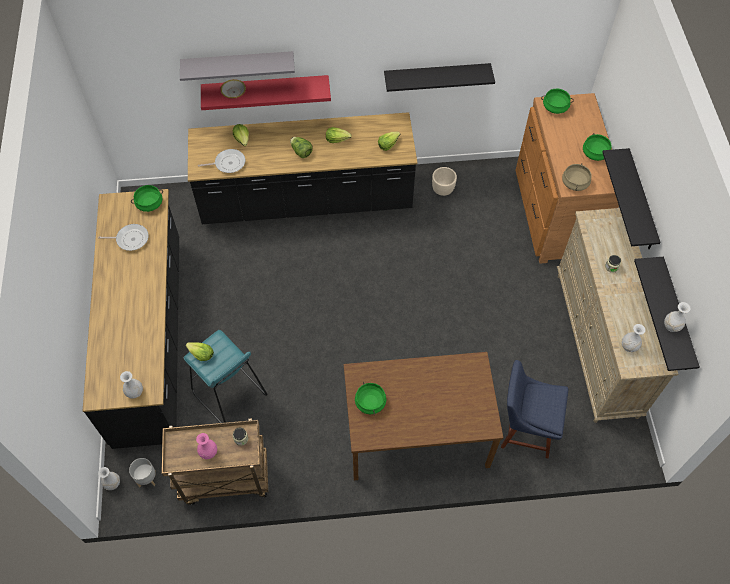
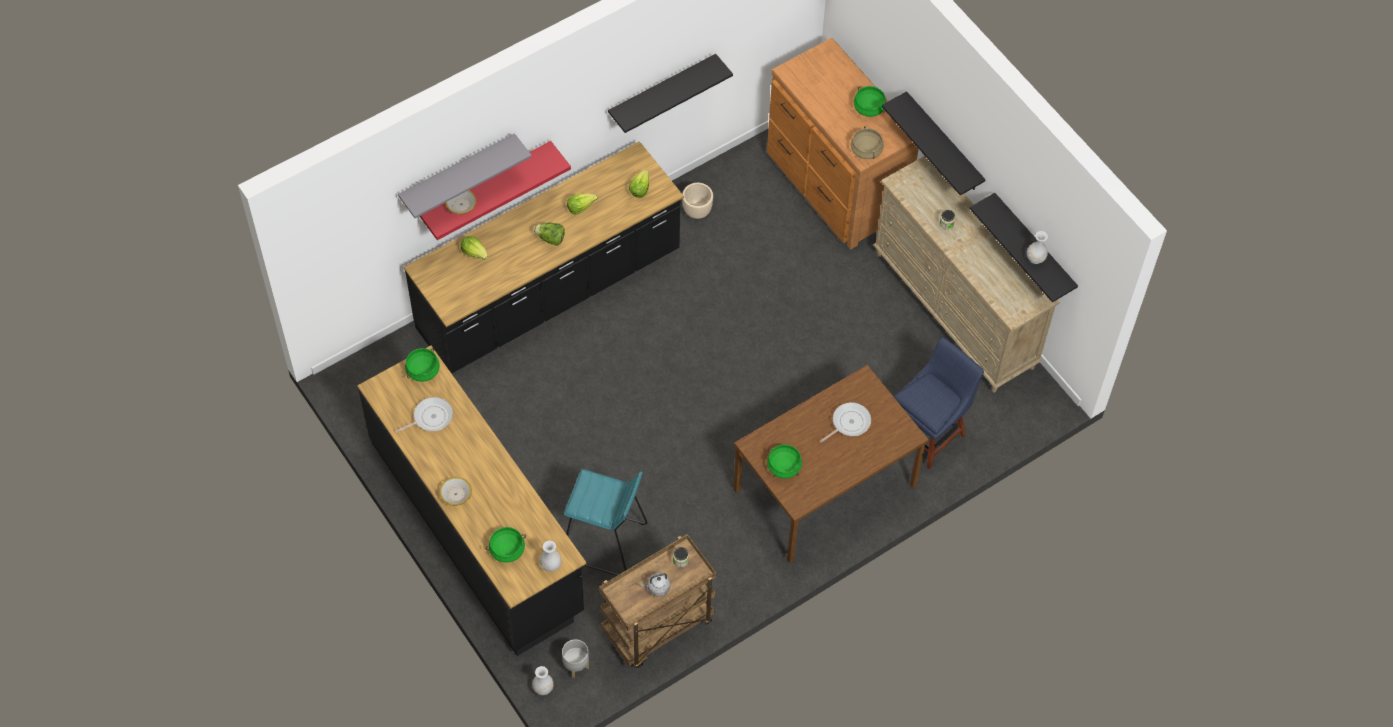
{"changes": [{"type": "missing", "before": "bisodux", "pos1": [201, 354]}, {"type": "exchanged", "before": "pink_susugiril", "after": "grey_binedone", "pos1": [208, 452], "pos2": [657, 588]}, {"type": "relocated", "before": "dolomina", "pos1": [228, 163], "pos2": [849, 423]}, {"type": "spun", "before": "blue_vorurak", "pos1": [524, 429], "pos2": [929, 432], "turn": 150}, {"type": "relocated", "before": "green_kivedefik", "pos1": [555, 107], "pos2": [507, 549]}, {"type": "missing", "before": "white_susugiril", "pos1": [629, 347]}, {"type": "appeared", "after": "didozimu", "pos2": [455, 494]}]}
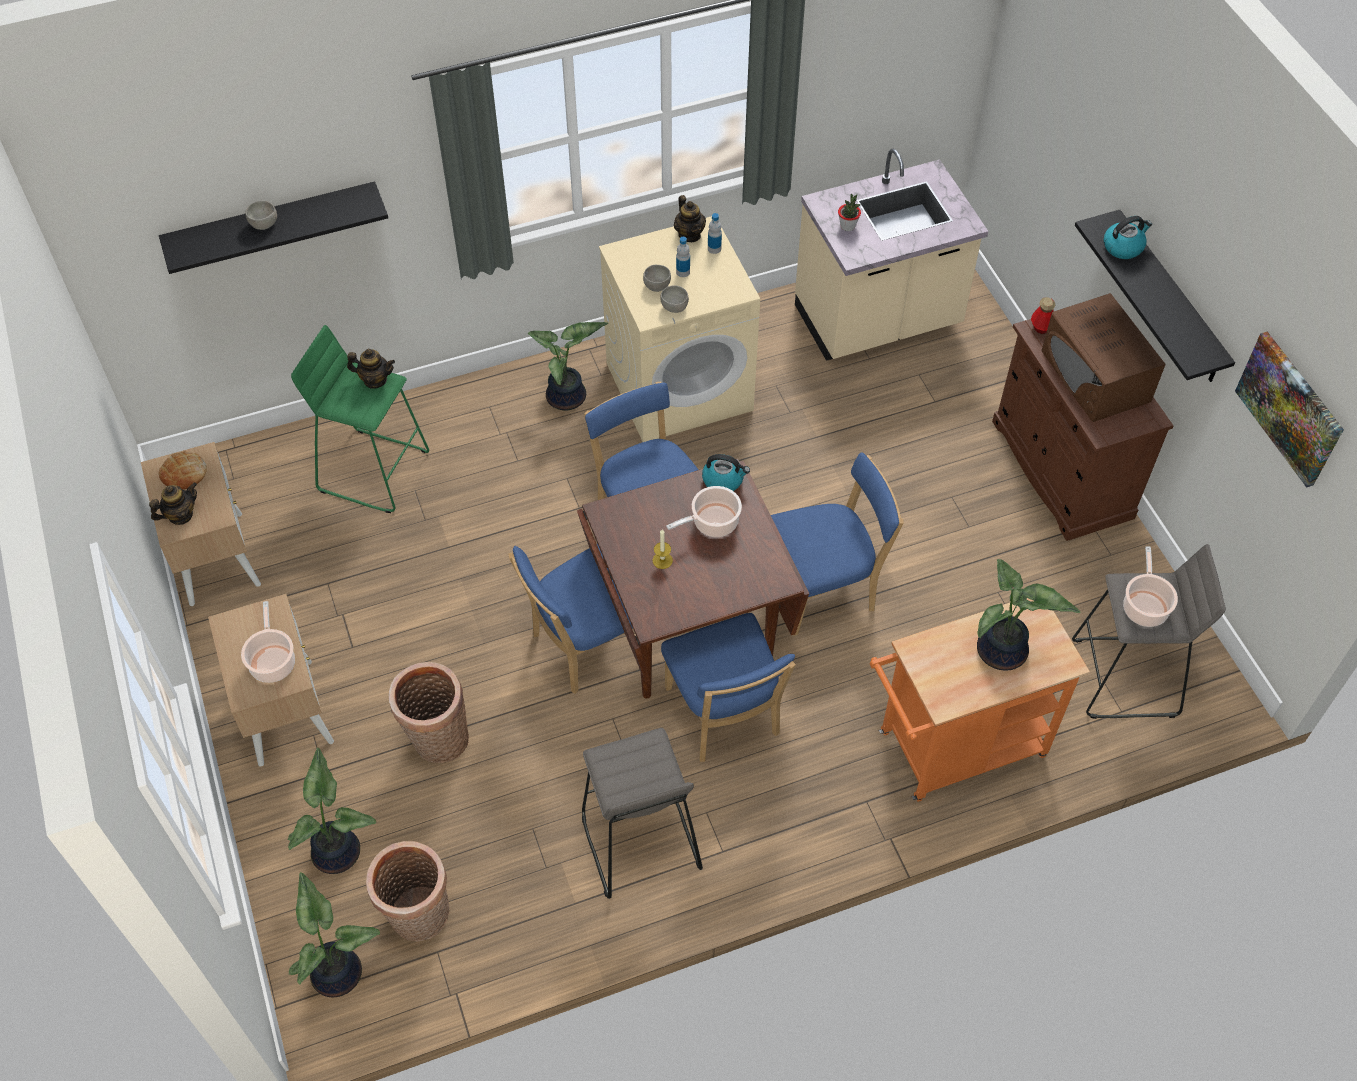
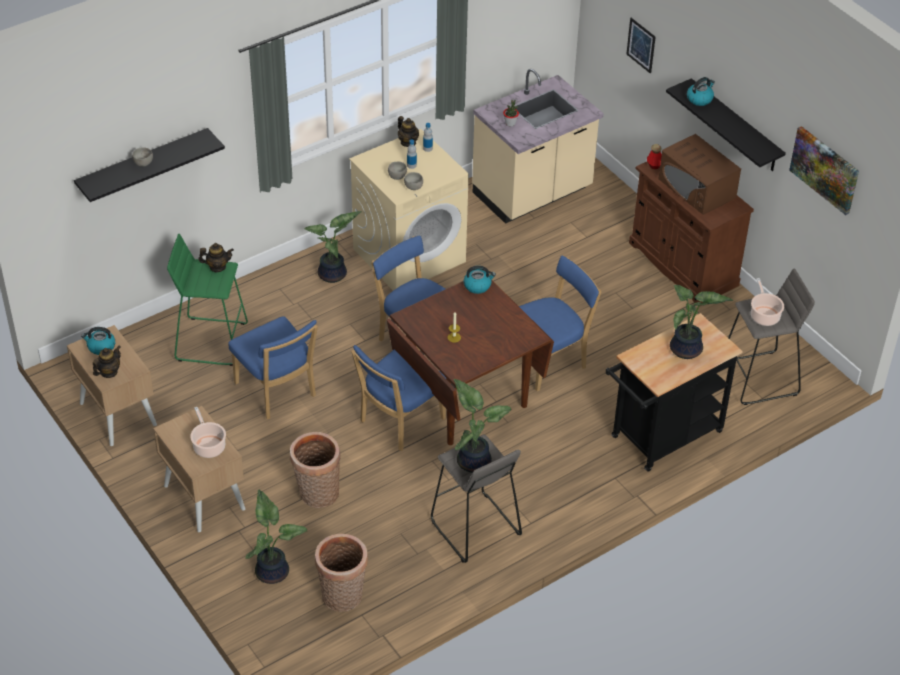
{"changes": [{"type": "exchanged", "before": "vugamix", "after": "binedone", "pos1": [184, 473], "pos2": [101, 347]}, {"type": "relocated", "before": "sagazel", "pos1": [339, 971], "pos2": [474, 460]}, {"type": "relocated", "before": "blue_vorurak", "pos1": [724, 716], "pos2": [277, 392]}, {"type": "missing", "before": "kivedefik", "pos1": [712, 523]}, {"type": "colour", "before": "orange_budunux", "after": "black_budunux", "pos1": [952, 749], "pos2": [661, 438]}, {"type": "appeared", "after": "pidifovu", "pos2": [641, 45]}]}
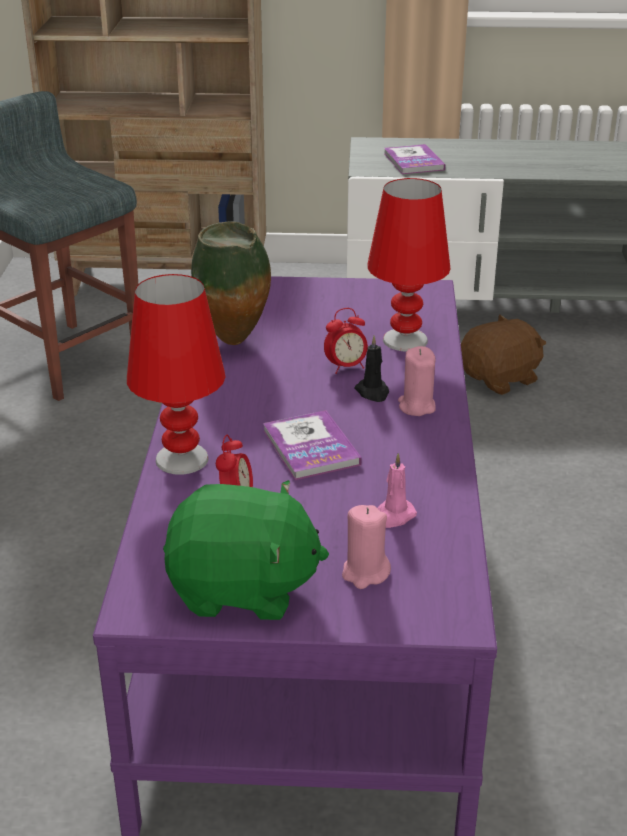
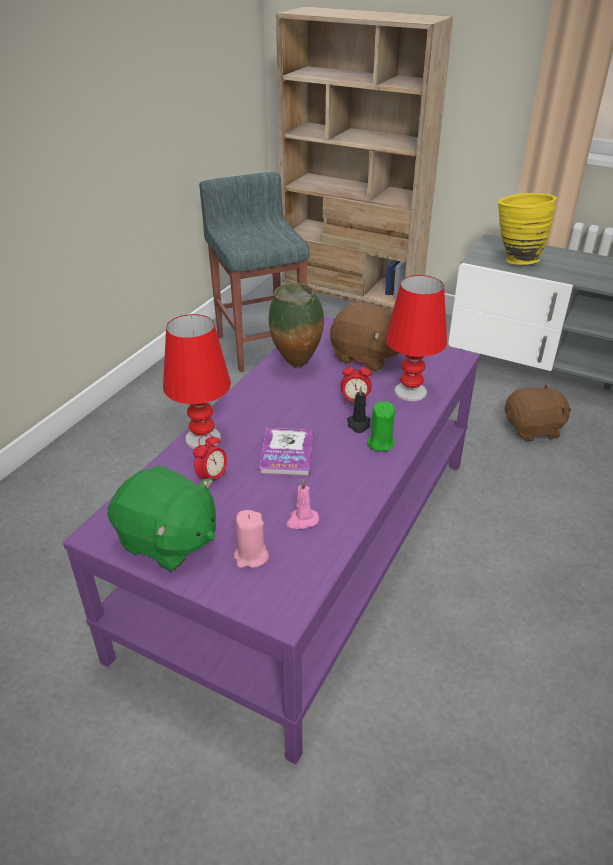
{"changes": [{"type": "exchanged", "before": "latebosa", "after": "yellow_susugiril", "pos1": [413, 161], "pos2": [515, 259]}, {"type": "colour", "before": "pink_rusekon", "after": "green_rusekon", "pos1": [416, 406], "pos2": [380, 443]}, {"type": "appeared", "after": "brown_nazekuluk", "pos2": [367, 357]}]}
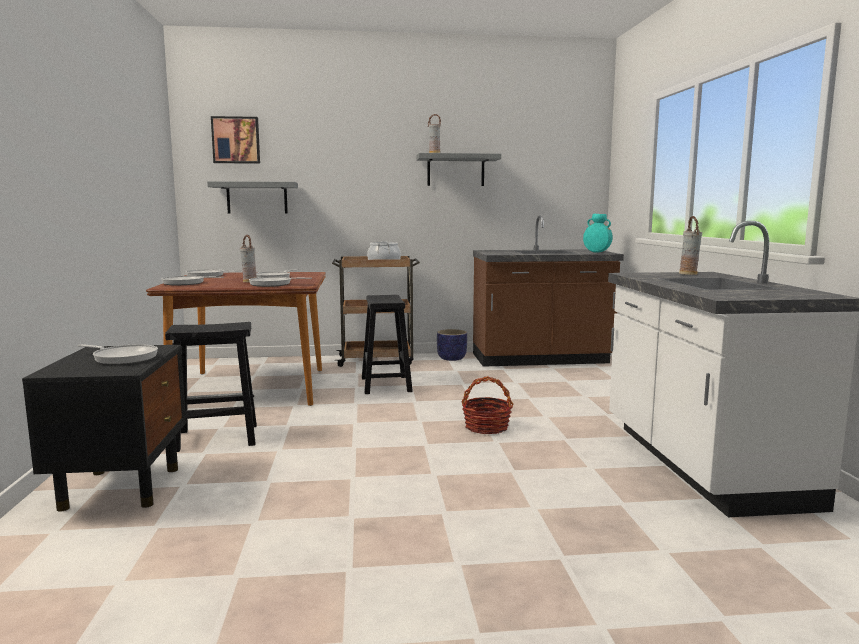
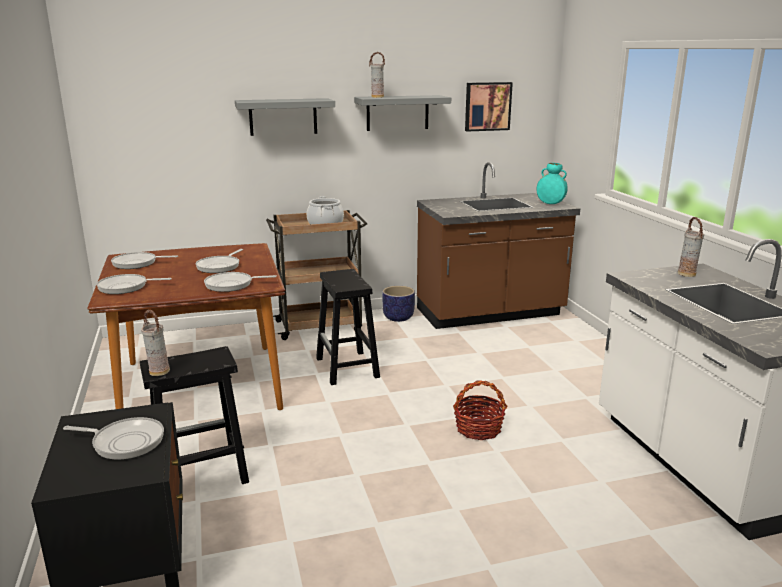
{"changes": [{"type": "relocated", "before": "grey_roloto", "pos1": [257, 198], "pos2": [283, 117]}, {"type": "relocated", "before": "pidifovu", "pos1": [236, 140], "pos2": [487, 106]}, {"type": "relocated", "before": "susugiril", "pos1": [249, 281], "pos2": [158, 372]}]}
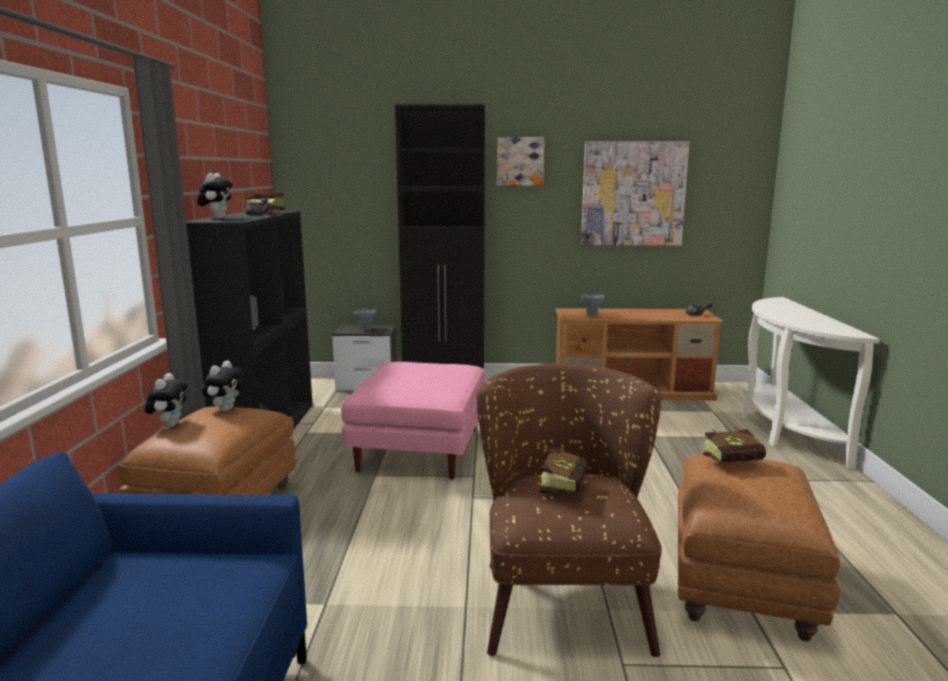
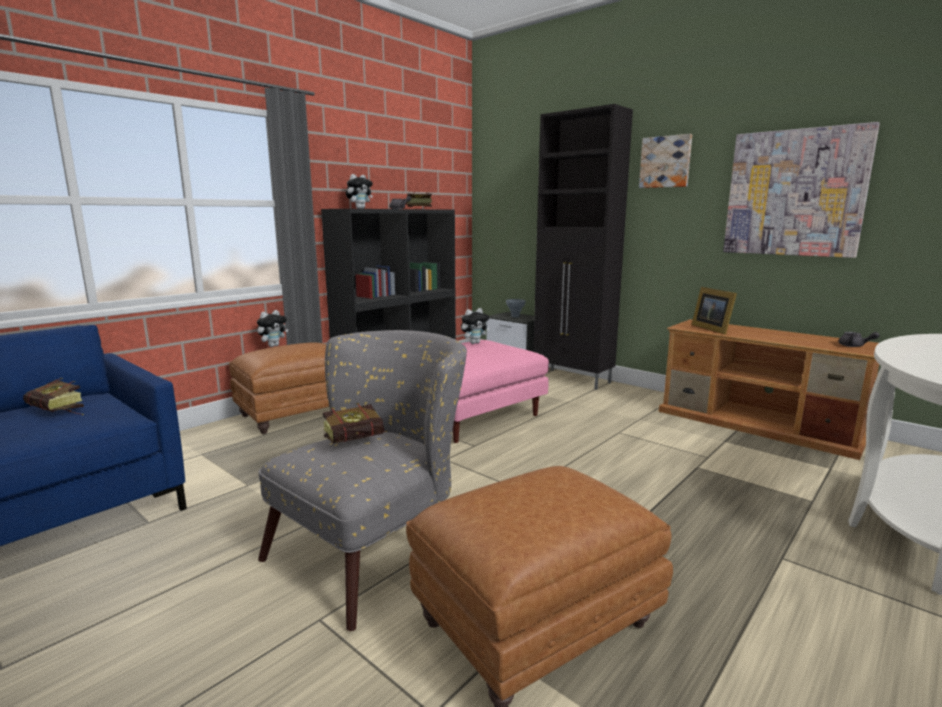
{"changes": [{"type": "relocated", "before": "nazekuluk", "pos1": [225, 409], "pos2": [474, 343]}, {"type": "colour", "before": "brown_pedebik", "after": "grey_pedebik", "pos1": [563, 593], "pos2": [378, 549]}, {"type": "exchanged", "before": "grey_susugiril", "after": "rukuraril", "pos1": [591, 315], "pos2": [712, 329]}, {"type": "relocated", "before": "latebosa", "pos1": [737, 463], "pos2": [59, 412]}]}
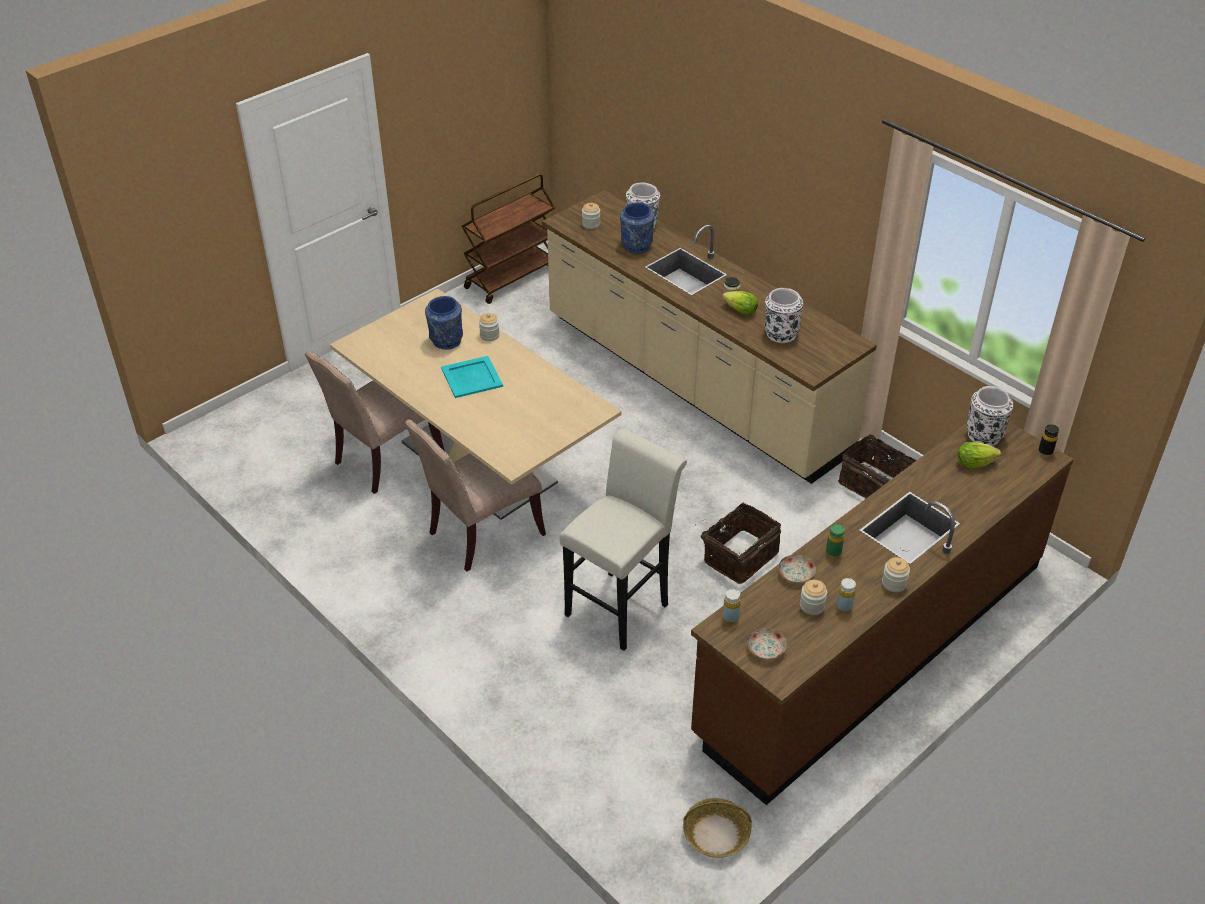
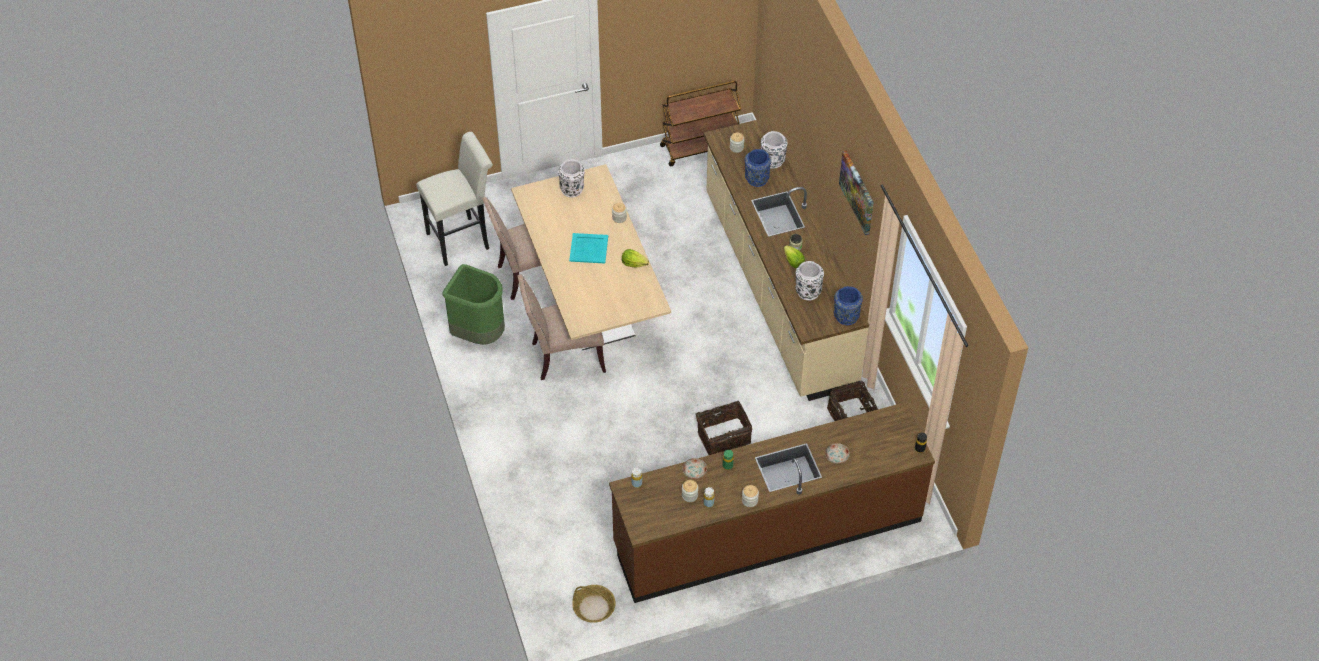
{"changes": [{"type": "relocated", "before": "blue_susugiril", "pos1": [446, 341], "pos2": [846, 317]}, {"type": "relocated", "before": "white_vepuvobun", "pos1": [622, 605], "pos2": [462, 239]}, {"type": "relocated", "before": "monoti", "pos1": [765, 649], "pos2": [836, 456]}, {"type": "relocated", "before": "bisodux", "pos1": [974, 463], "pos2": [634, 263]}, {"type": "relocated", "before": "white_susugiril", "pos1": [983, 435], "pos2": [572, 189]}, {"type": "appeared", "after": "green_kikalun", "pos2": [479, 334]}, {"type": "appeared", "after": "pidifovu", "pos2": [857, 192]}]}
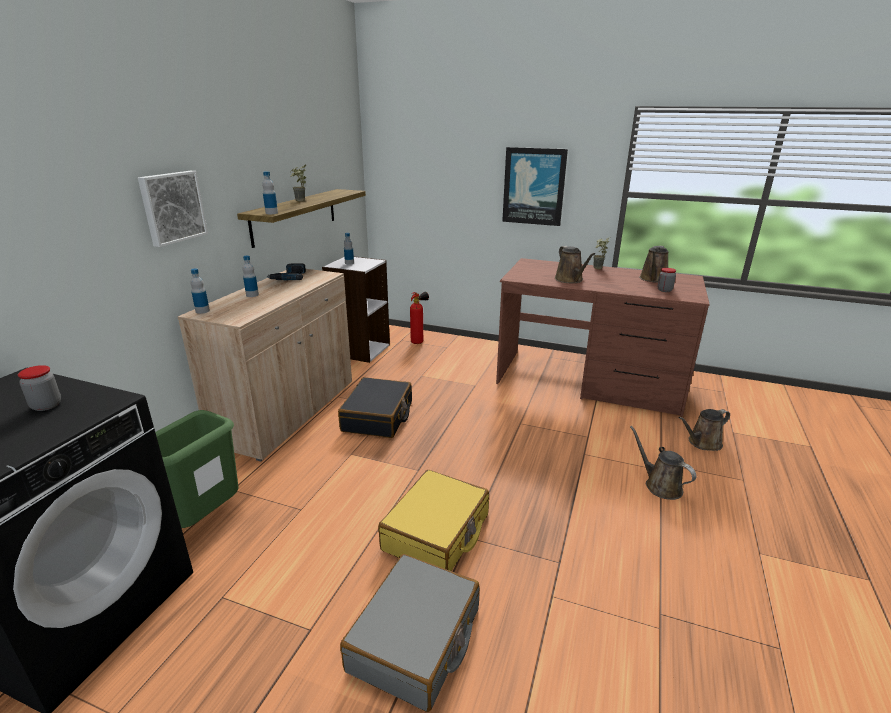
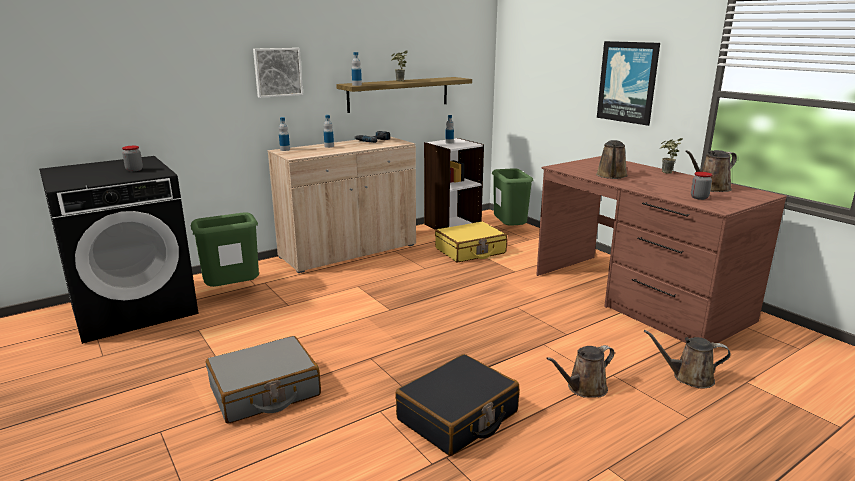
{"changes": [{"type": "relocated", "before": "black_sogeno", "pos1": [378, 417], "pos2": [458, 416]}, {"type": "relocated", "before": "yellow_sogeno", "pos1": [437, 533], "pos2": [470, 251]}, {"type": "exchanged", "before": "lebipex", "after": "green_kikalun", "pos1": [419, 342], "pos2": [510, 230]}, {"type": "spun", "before": "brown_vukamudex", "pos1": [660, 485], "pos2": [584, 388], "turn": -120}]}
